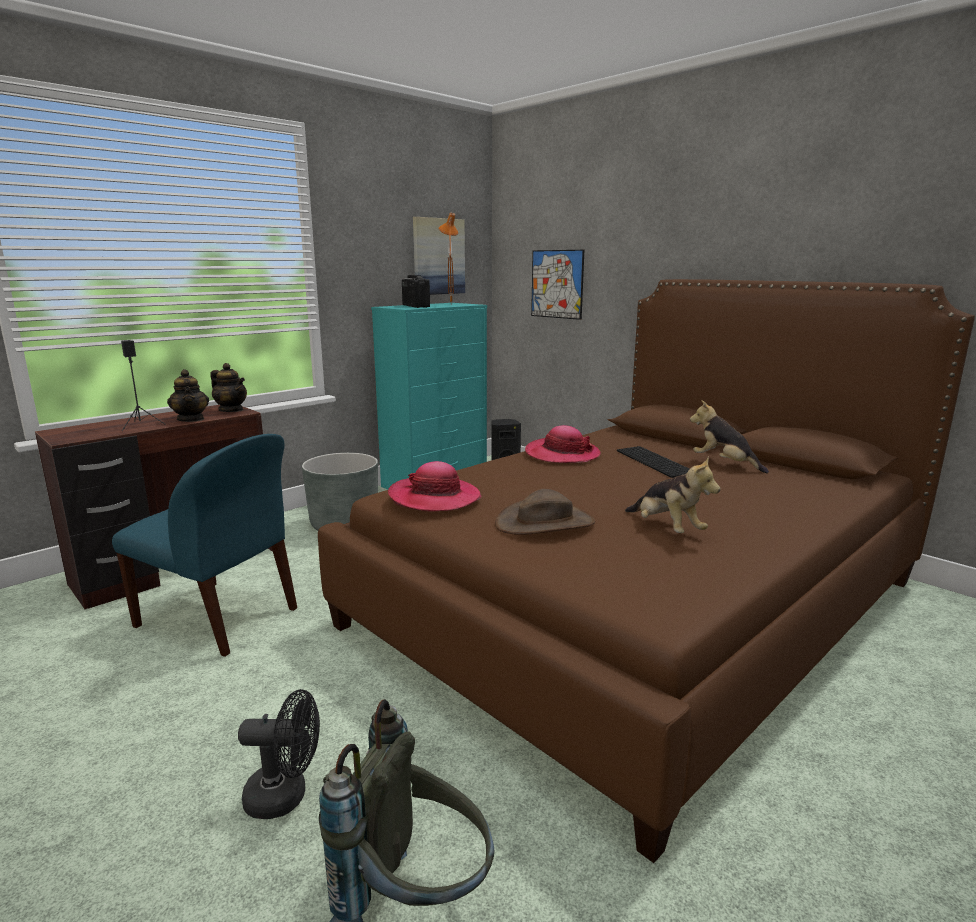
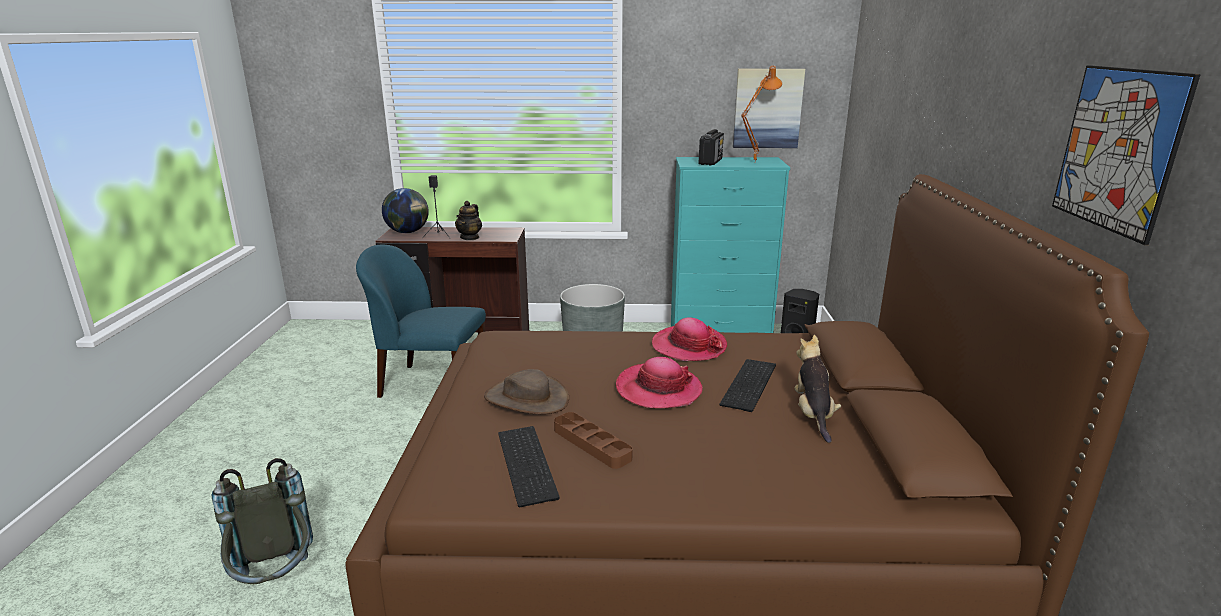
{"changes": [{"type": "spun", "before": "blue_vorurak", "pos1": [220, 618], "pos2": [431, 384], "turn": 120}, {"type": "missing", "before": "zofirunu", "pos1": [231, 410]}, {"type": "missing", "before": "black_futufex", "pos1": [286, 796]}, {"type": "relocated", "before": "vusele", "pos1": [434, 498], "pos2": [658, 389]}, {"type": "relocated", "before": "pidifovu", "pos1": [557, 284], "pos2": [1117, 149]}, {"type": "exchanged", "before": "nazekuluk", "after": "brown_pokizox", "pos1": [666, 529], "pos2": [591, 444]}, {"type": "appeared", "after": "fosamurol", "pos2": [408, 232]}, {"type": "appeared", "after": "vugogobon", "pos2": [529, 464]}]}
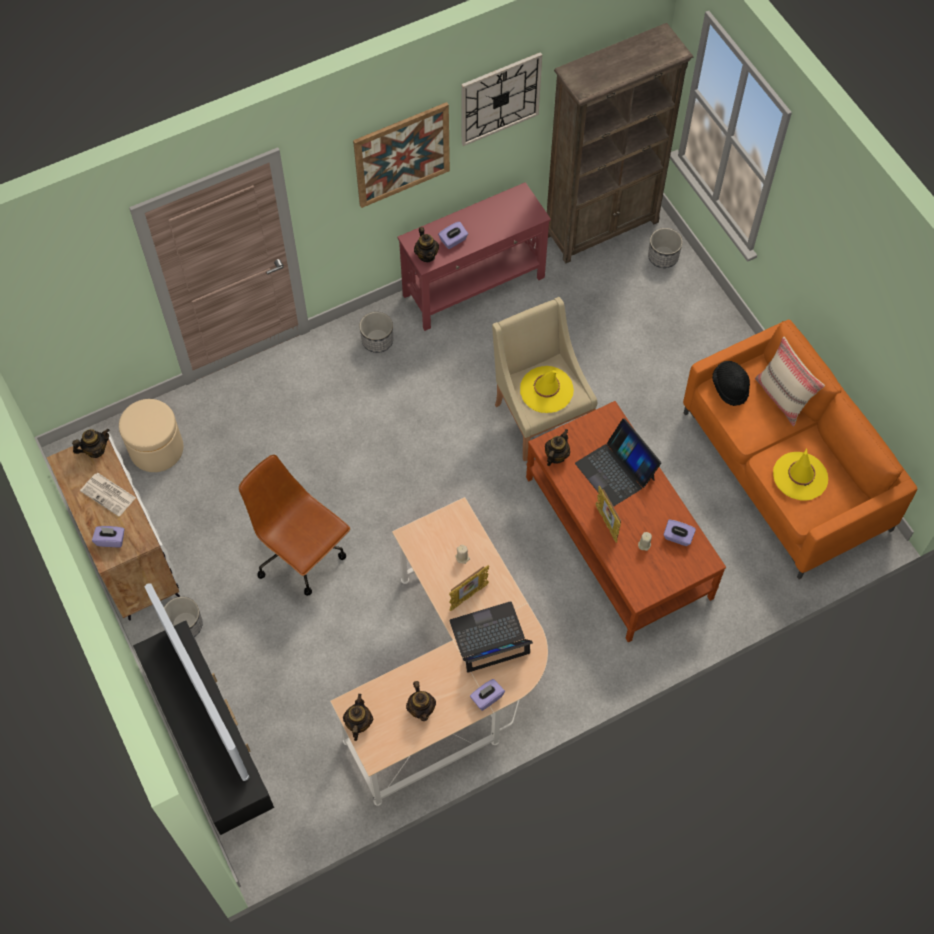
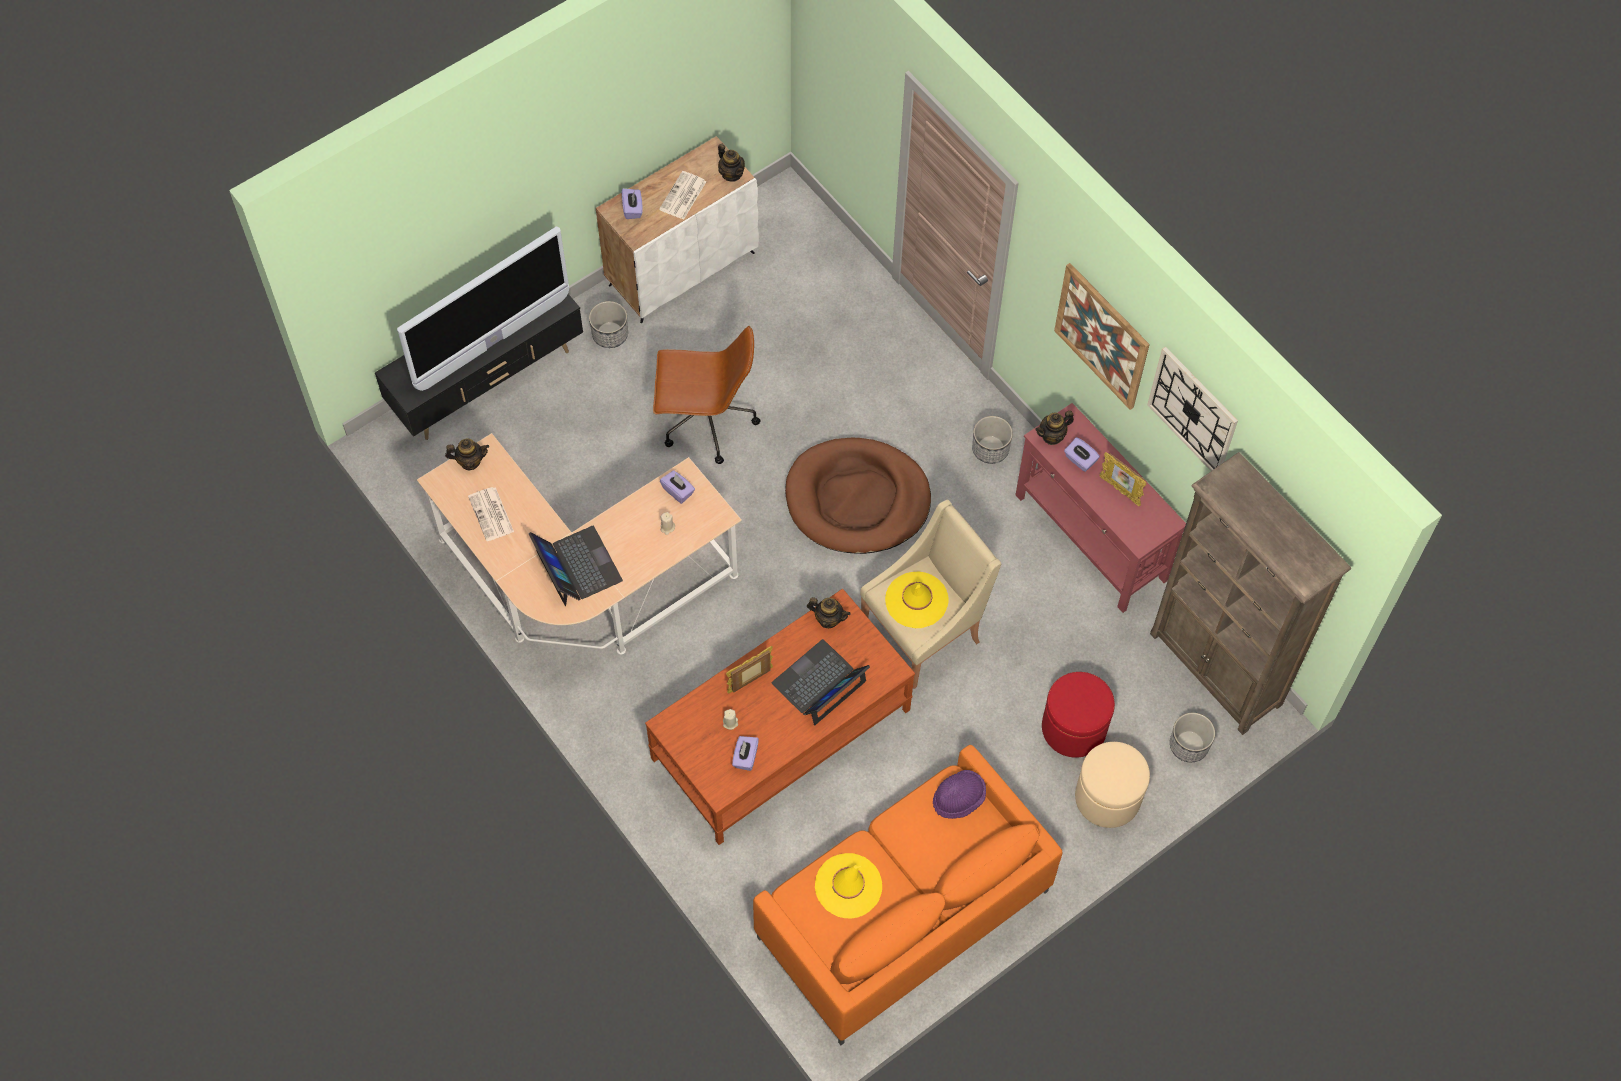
{"changes": [{"type": "relocated", "before": "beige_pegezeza", "pos1": [156, 449], "pos2": [1107, 797]}, {"type": "spun", "before": "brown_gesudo", "pos1": [301, 554], "pos2": [706, 422], "turn": 60}, {"type": "exchanged", "before": "zofirunu", "after": "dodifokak", "pos1": [421, 709], "pos2": [492, 515]}, {"type": "relocated", "before": "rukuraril", "pos1": [468, 596], "pos2": [1120, 490]}, {"type": "relocated", "before": "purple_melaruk", "pos1": [486, 698], "pos2": [678, 491]}, {"type": "colour", "before": "black_vusele", "after": "purple_vusele", "pos1": [730, 387], "pos2": [958, 798]}, {"type": "missing", "before": "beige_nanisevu", "pos1": [782, 397]}, {"type": "appeared", "after": "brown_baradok", "pos2": [857, 499]}, {"type": "appeared", "after": "red_pegezeza", "pos2": [1073, 728]}]}
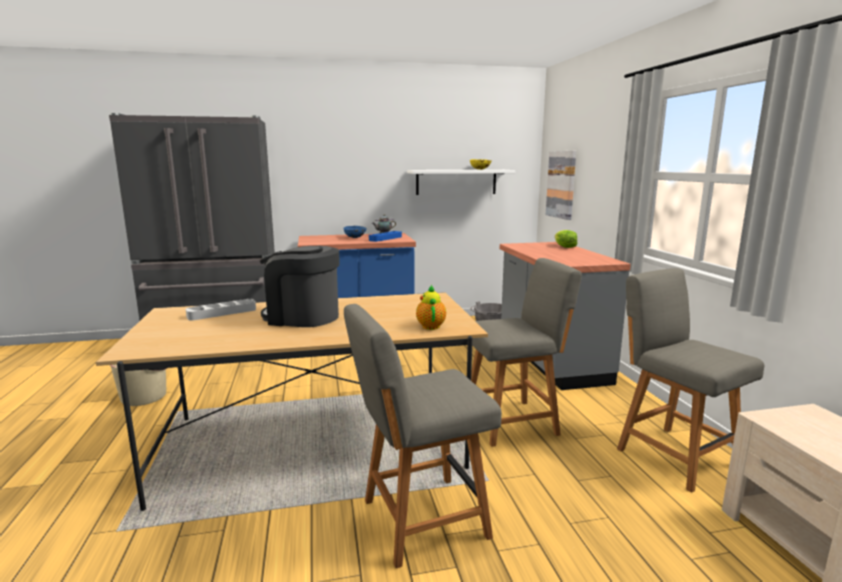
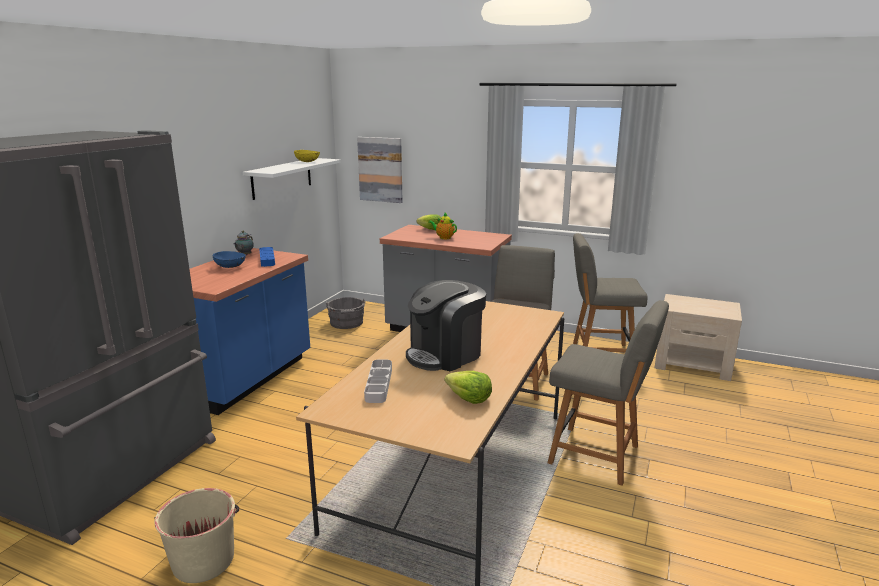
{"changes": [{"type": "spun", "before": "grey_vorurak", "pos1": [420, 520], "pos2": [597, 456], "turn": -75}, {"type": "relocated", "before": "zofirunu", "pos1": [430, 326], "pos2": [443, 237]}, {"type": "appeared", "after": "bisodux", "pos2": [469, 398]}]}
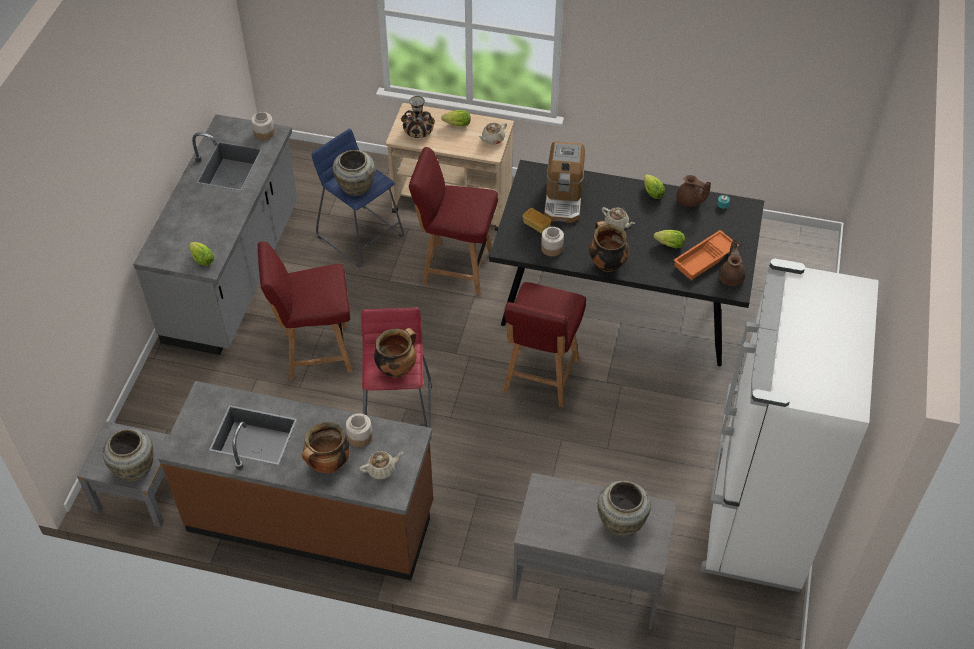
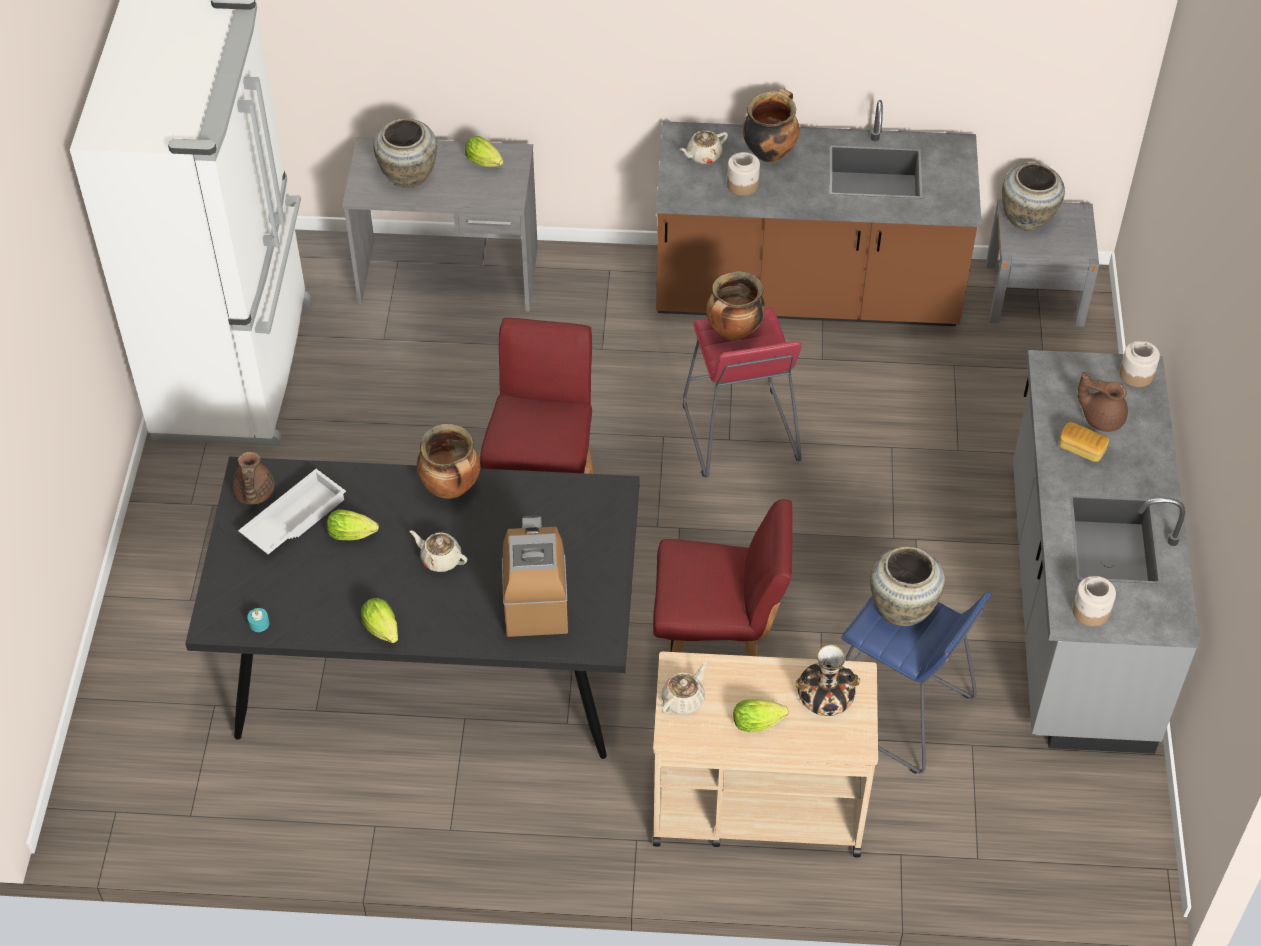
{"changes": [{"type": "relocated", "before": "bisodux", "pos1": [201, 259], "pos2": [486, 163]}, {"type": "missing", "before": "red_vorurak", "pos1": [316, 352]}, {"type": "relocated", "before": "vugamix", "pos1": [536, 225], "pos2": [1081, 449]}, {"type": "relocated", "before": "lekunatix", "pos1": [551, 248], "pos2": [1136, 374]}, {"type": "colour", "before": "orange_pokizox", "after": "white_pokizox", "pos1": [705, 259], "pos2": [293, 517]}, {"type": "relocated", "before": "brown_zofirunu", "pos1": [690, 201], "pos2": [1101, 418]}]}
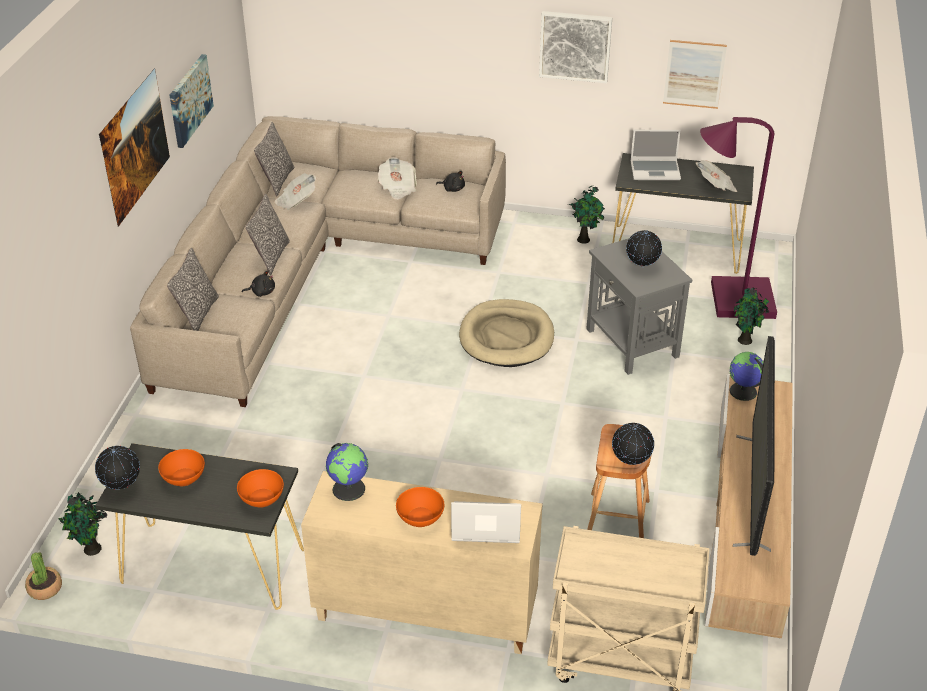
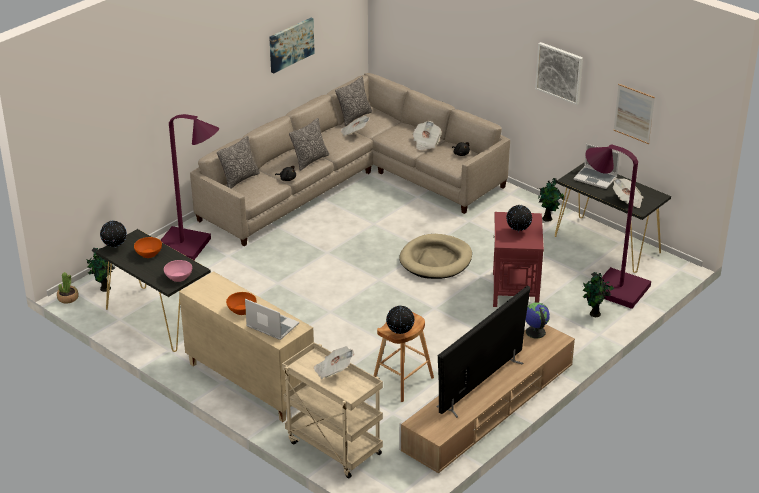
{"changes": [{"type": "missing", "before": "pidifovu", "pos1": [140, 168]}, {"type": "colour", "before": "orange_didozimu", "after": "pink_didozimu", "pos1": [261, 498], "pos2": [178, 277]}, {"type": "missing", "before": "fosamurol", "pos1": [349, 488]}, {"type": "colour", "before": "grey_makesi", "after": "red_makesi", "pos1": [631, 343], "pos2": [514, 290]}, {"type": "appeared", "after": "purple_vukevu", "pos2": [190, 247]}, {"type": "appeared", "after": "dodifokak", "pos2": [333, 371]}]}
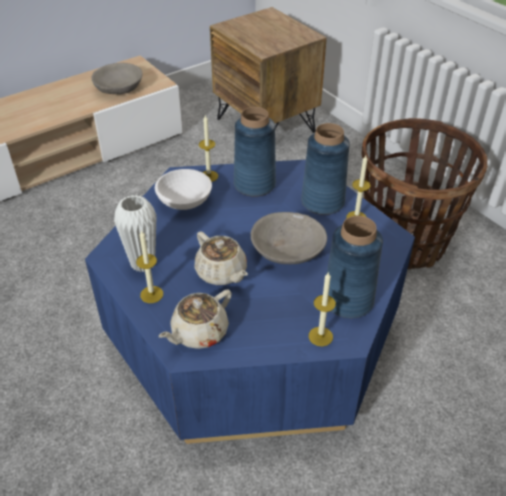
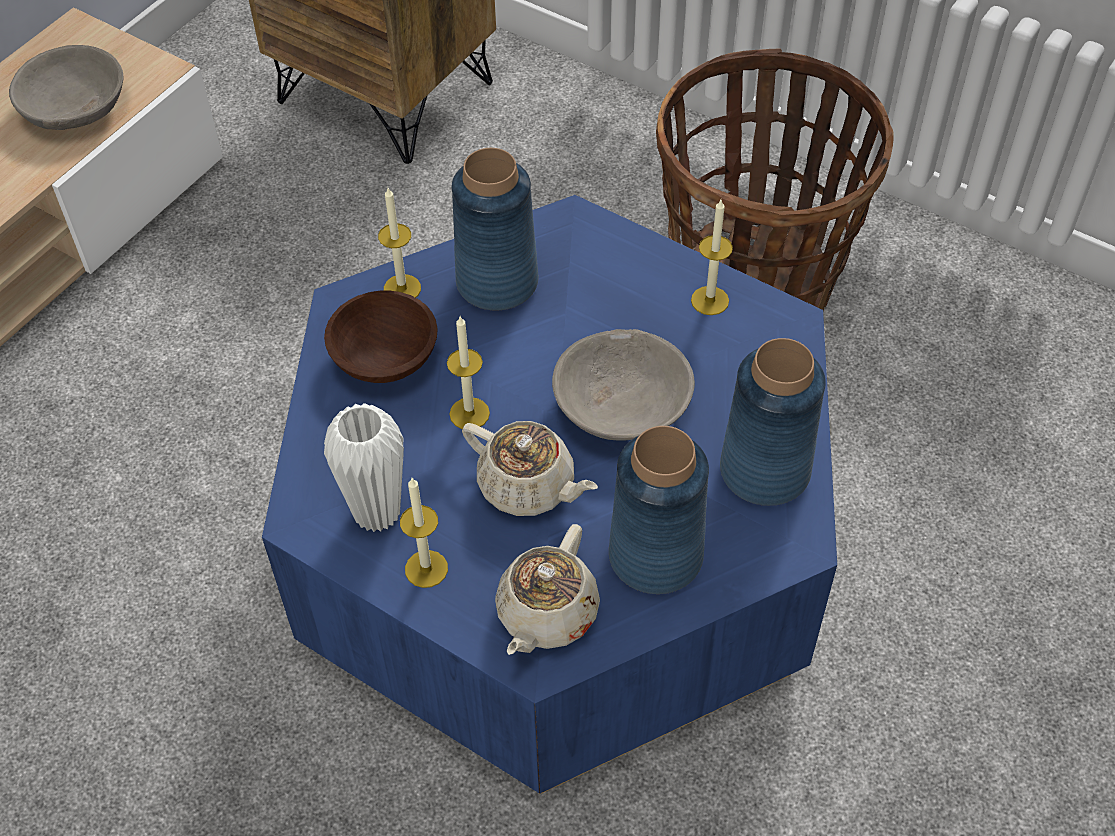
{"changes": [{"type": "colour", "before": "white_didozimu", "after": "brown_didozimu", "pos1": [184, 202], "pos2": [385, 359]}, {"type": "relocated", "before": "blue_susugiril", "pos1": [323, 202], "pos2": [656, 556]}, {"type": "relocated", "before": "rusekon", "pos1": [320, 336], "pos2": [469, 413]}]}
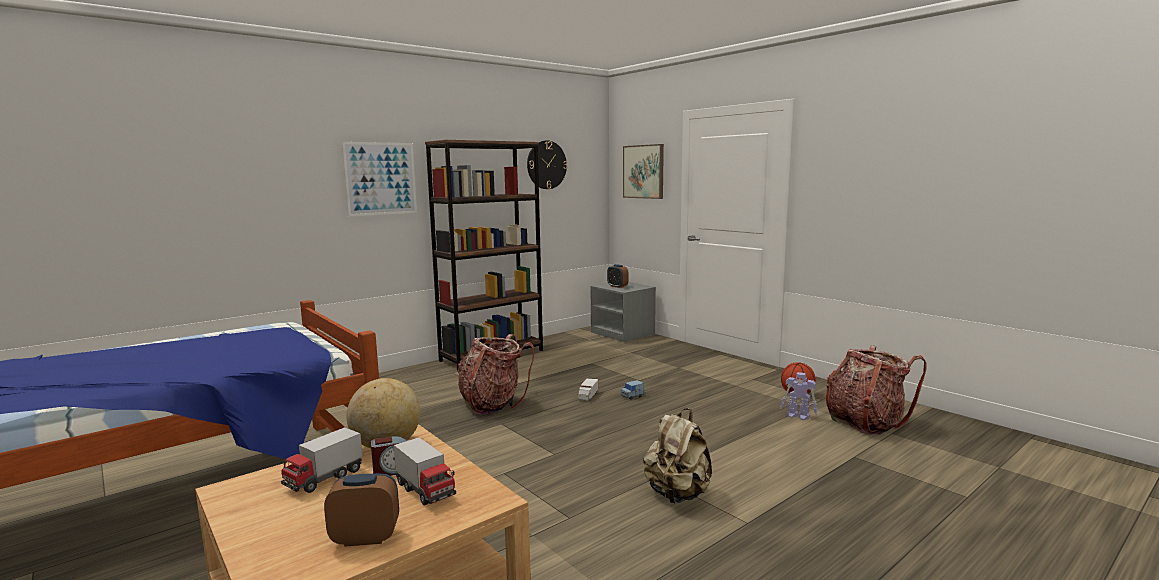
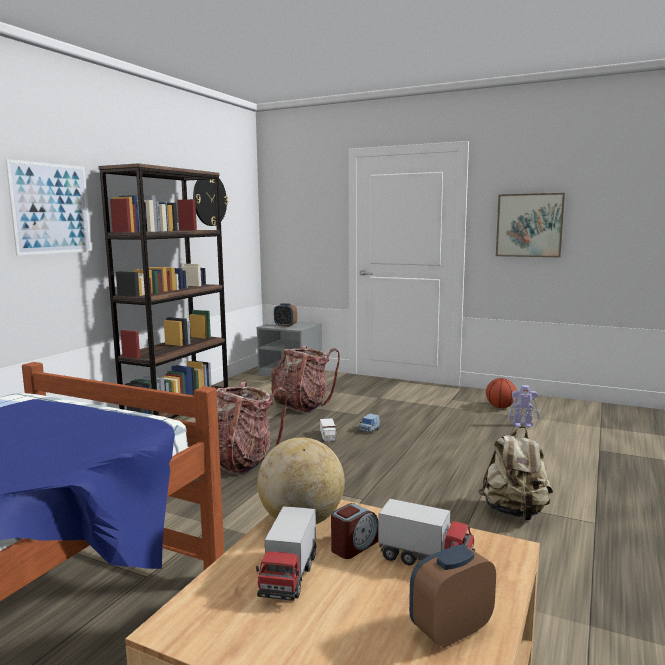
{"changes": [{"type": "relocated", "before": "pidifovu", "pos1": [643, 171], "pos2": [529, 225]}, {"type": "relocated", "before": "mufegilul", "pos1": [865, 422], "pos2": [302, 405]}]}
